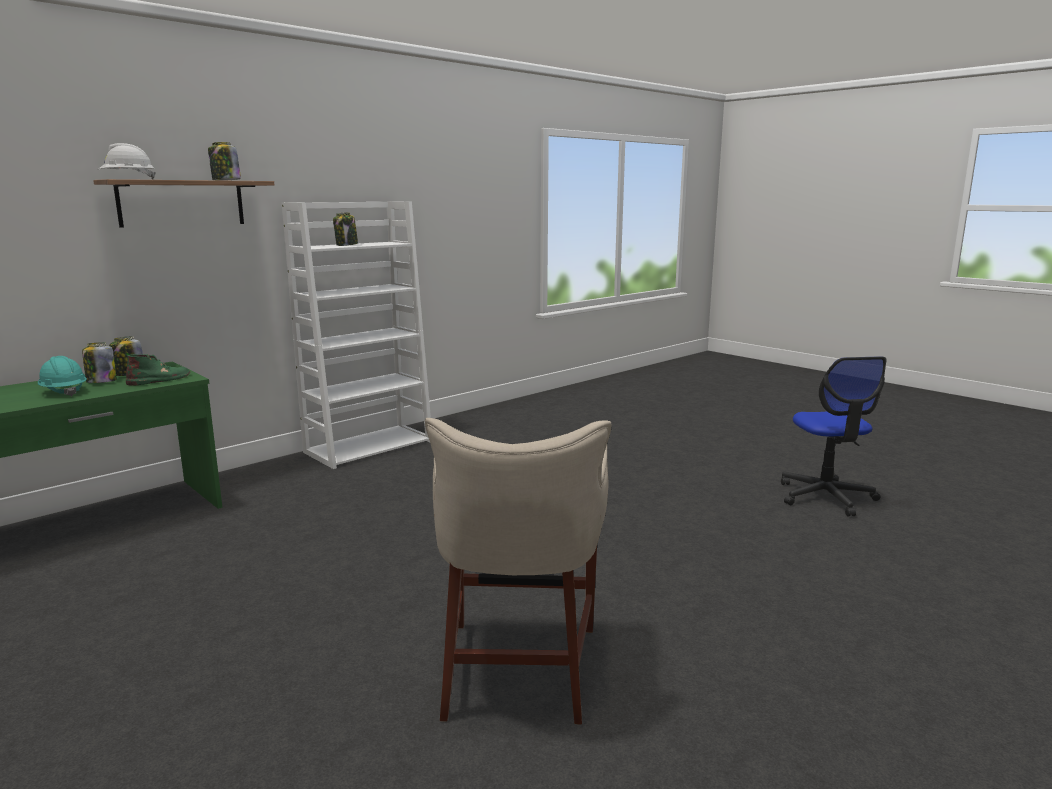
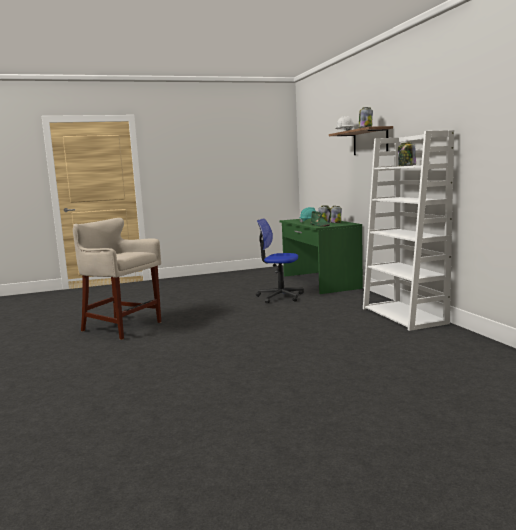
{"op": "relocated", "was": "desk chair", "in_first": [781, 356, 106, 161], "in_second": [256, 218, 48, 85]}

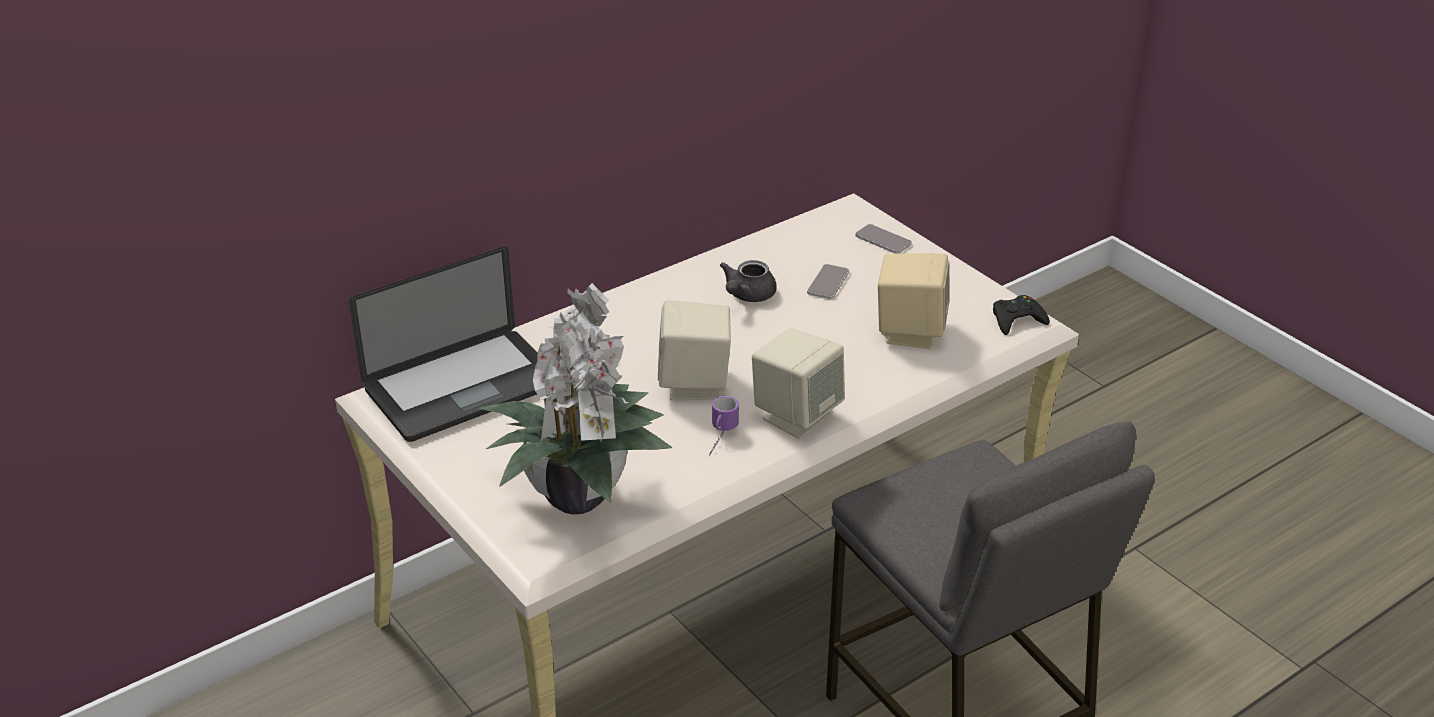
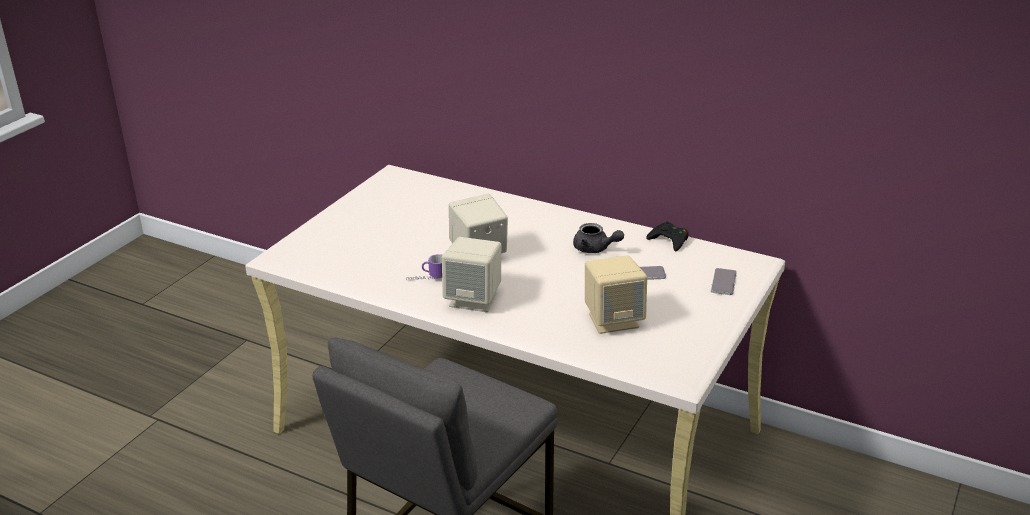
{"op": "spun", "was": "greyish tea pot", "in_first": [720, 260, 57, 42], "in_second": [573, 223, 51, 30], "clockwise": -150}
{"op": "relocated", "was": "blackish joypad", "in_first": [993, 295, 57, 40], "in_second": [646, 221, 43, 30]}
{"op": "missing", "was": "portable computer", "in_first": [349, 246, 189, 196]}
{"op": "missing", "was": "potted plant", "in_first": [479, 283, 193, 232]}

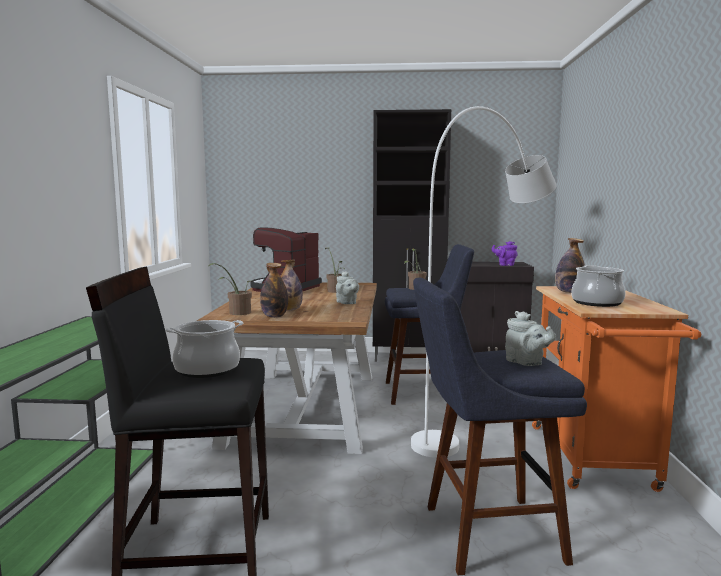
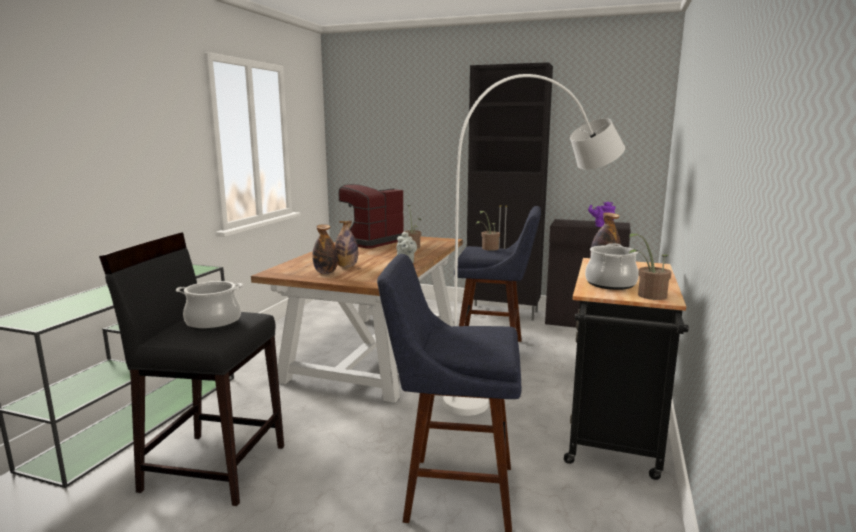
{"op": "colour", "was": "orangey wheeled cart", "now": "blackish wheeled cart", "in_first": [532, 286, 169, 206], "in_second": [564, 258, 125, 222]}
{"op": "relocated", "was": "potted plant", "in_first": [208, 263, 45, 52], "in_second": [628, 233, 44, 67]}
{"op": "missing", "was": "greyish tea pot", "in_first": [505, 311, 51, 55]}

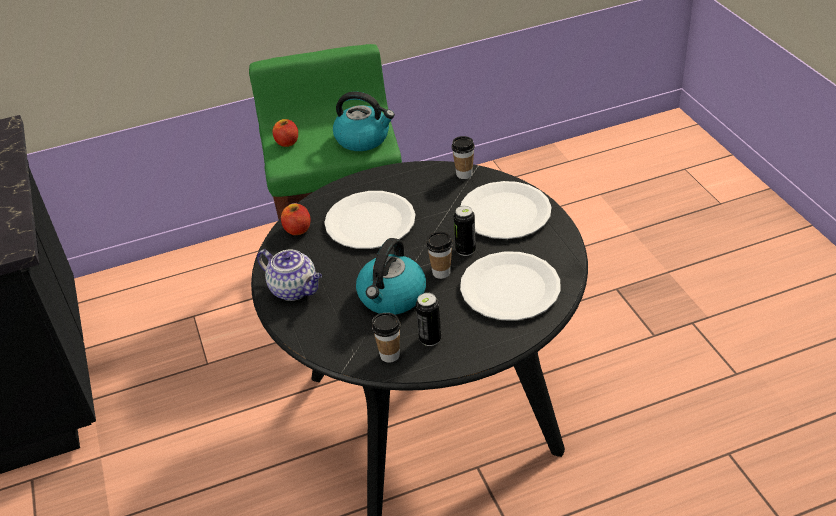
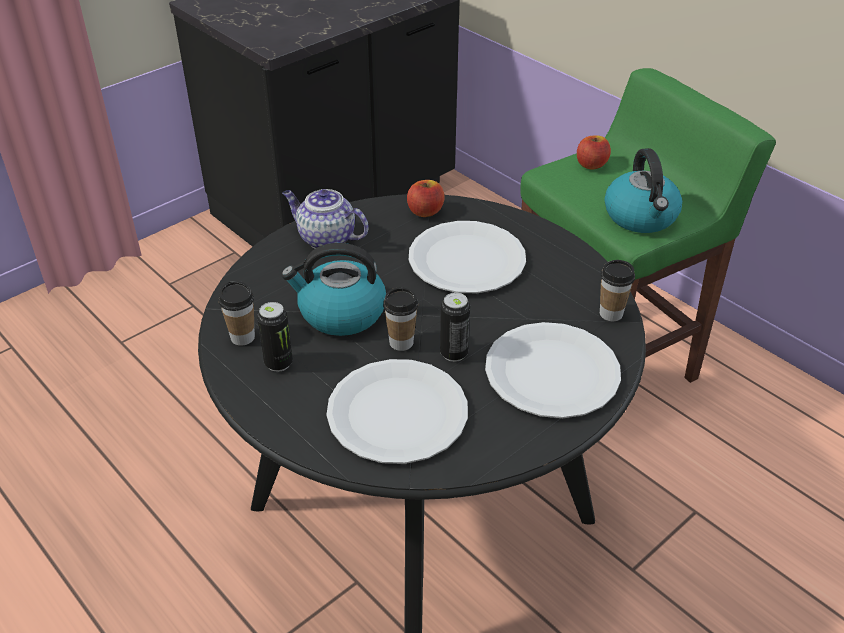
{"op": "spun", "was": "tea pot", "in_first": [257, 249, 65, 52], "in_second": [282, 189, 87, 60], "clockwise": 105}

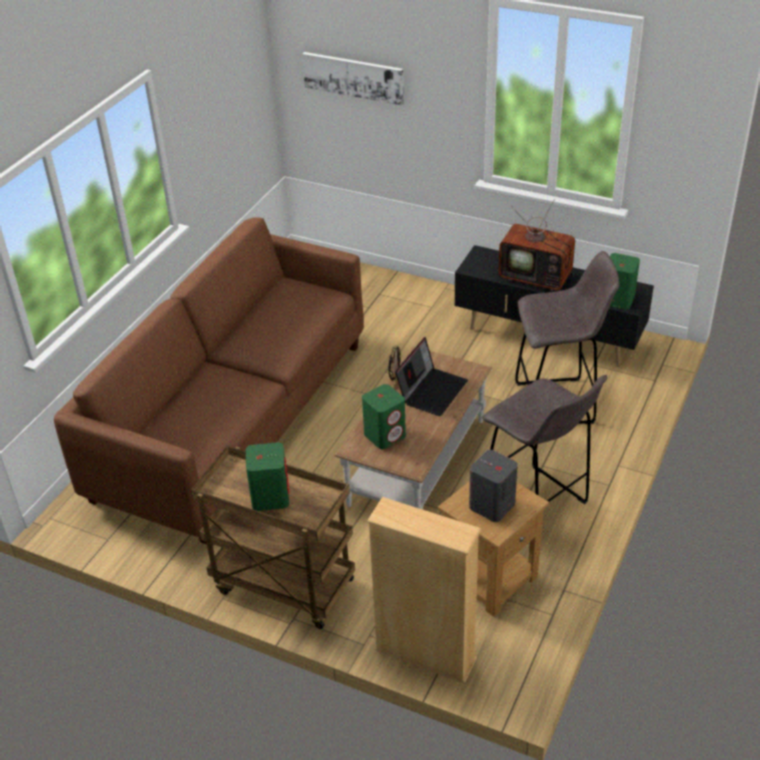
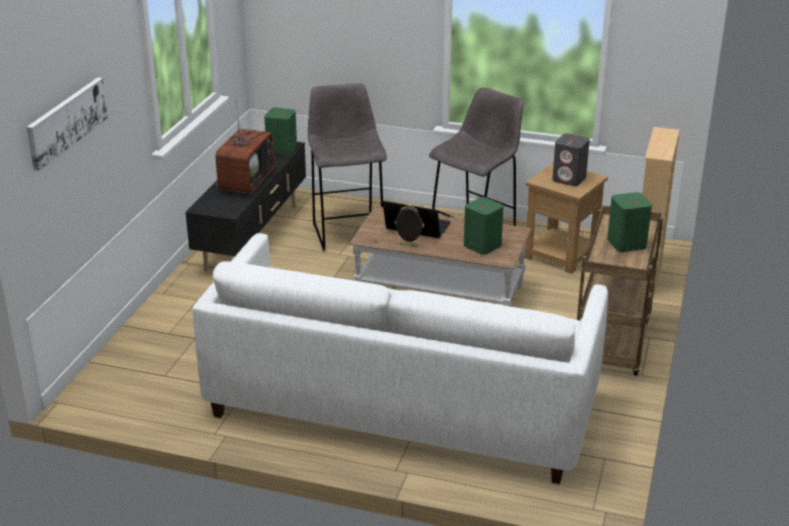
{"op": "colour", "was": "brown settee", "now": "white-coloured settee", "in_first": [54, 217, 310, 327], "in_second": [192, 233, 416, 251]}

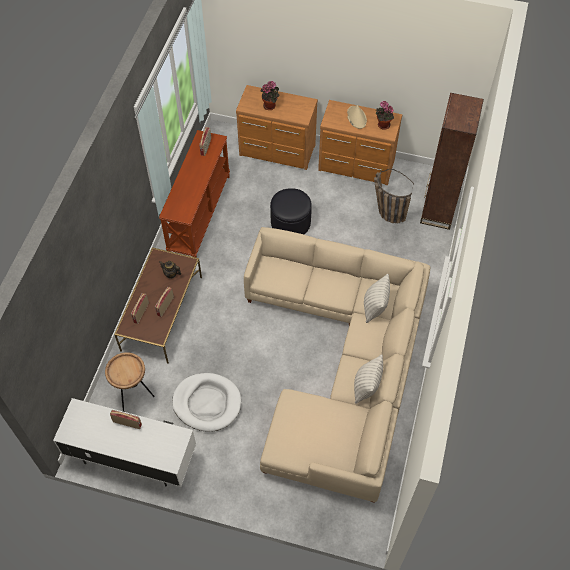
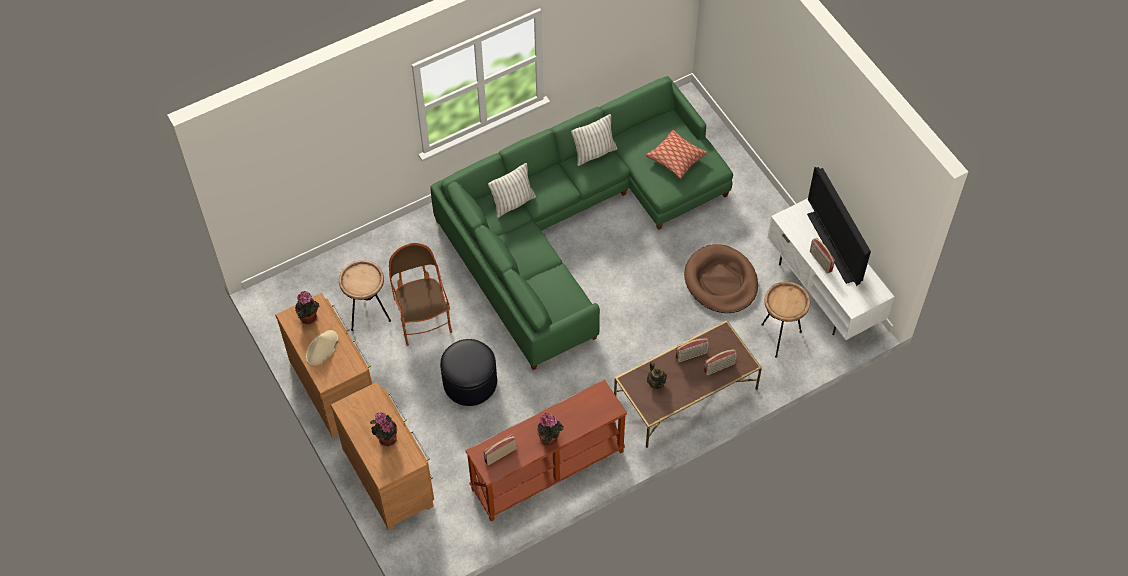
{"op": "exchanged", "was": "household basket", "now": "brown side table", "in_first": [374, 169, 40, 54], "in_second": [339, 260, 52, 71]}
{"op": "appeared", "now": "easy chair", "in_second": [389, 243, 63, 103]}
{"op": "colour", "was": "beige-coloured settee", "now": "green settee", "in_first": [244, 227, 186, 275], "in_second": [431, 76, 302, 294]}
{"op": "appeared", "now": "potted plant", "in_second": [537, 413, 27, 33]}
{"op": "appeared", "now": "throw pillow", "in_second": [646, 130, 62, 49]}
{"op": "colour", "was": "white-coloured pet bed", "now": "brown pet bed", "in_first": [172, 373, 69, 59], "in_second": [684, 244, 74, 69]}
{"op": "appeared", "now": "TV", "in_second": [807, 167, 64, 119]}
{"op": "missing", "was": "brown bookcase", "in_first": [420, 93, 64, 137]}

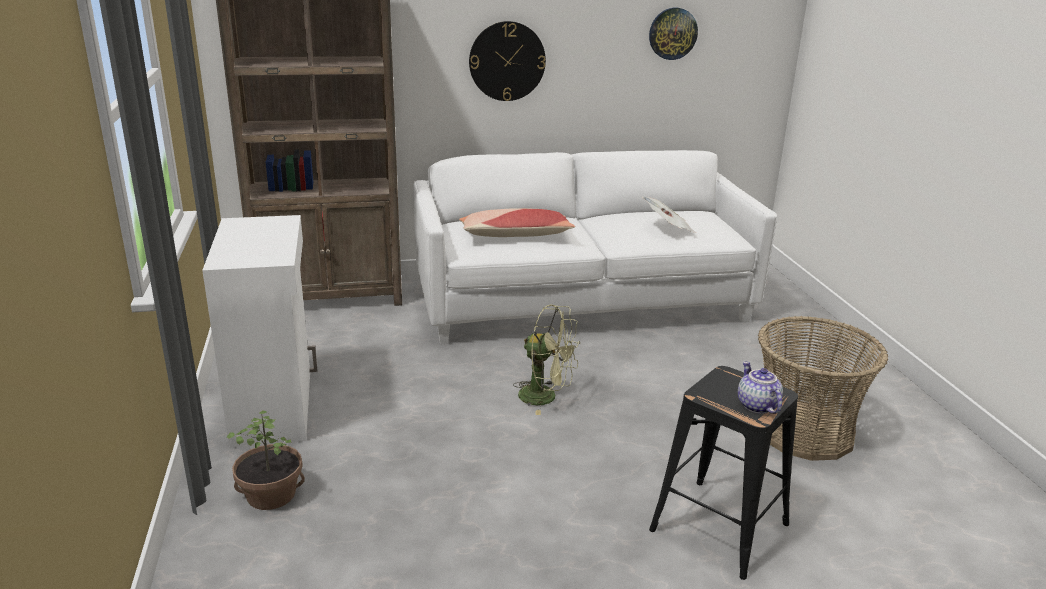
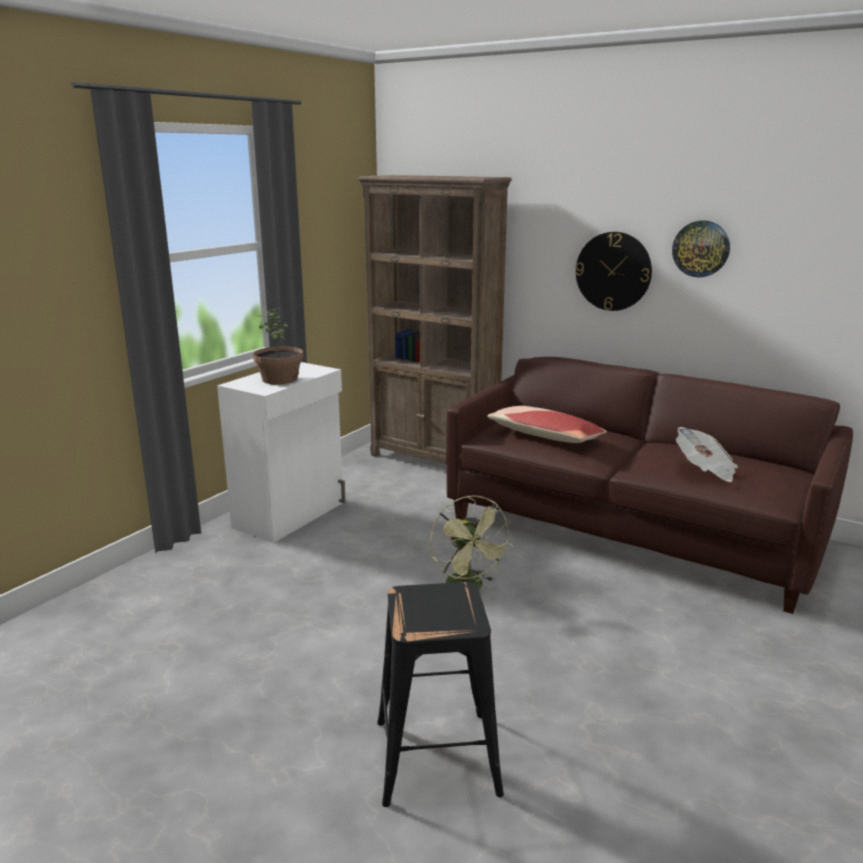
{"op": "relocated", "was": "potted plant", "in_first": [226, 410, 79, 100], "in_second": [253, 309, 50, 76]}
{"op": "colour", "was": "white-coloured settee", "now": "brown settee", "in_first": [413, 150, 364, 194], "in_second": [446, 357, 407, 257]}
{"op": "relocated", "was": "wall clock", "in_first": [649, 8, 49, 52], "in_second": [672, 220, 58, 58]}
{"op": "missing", "was": "tea pot", "in_first": [738, 361, 45, 53]}
{"op": "missing", "was": "household basket", "in_first": [758, 316, 130, 145]}

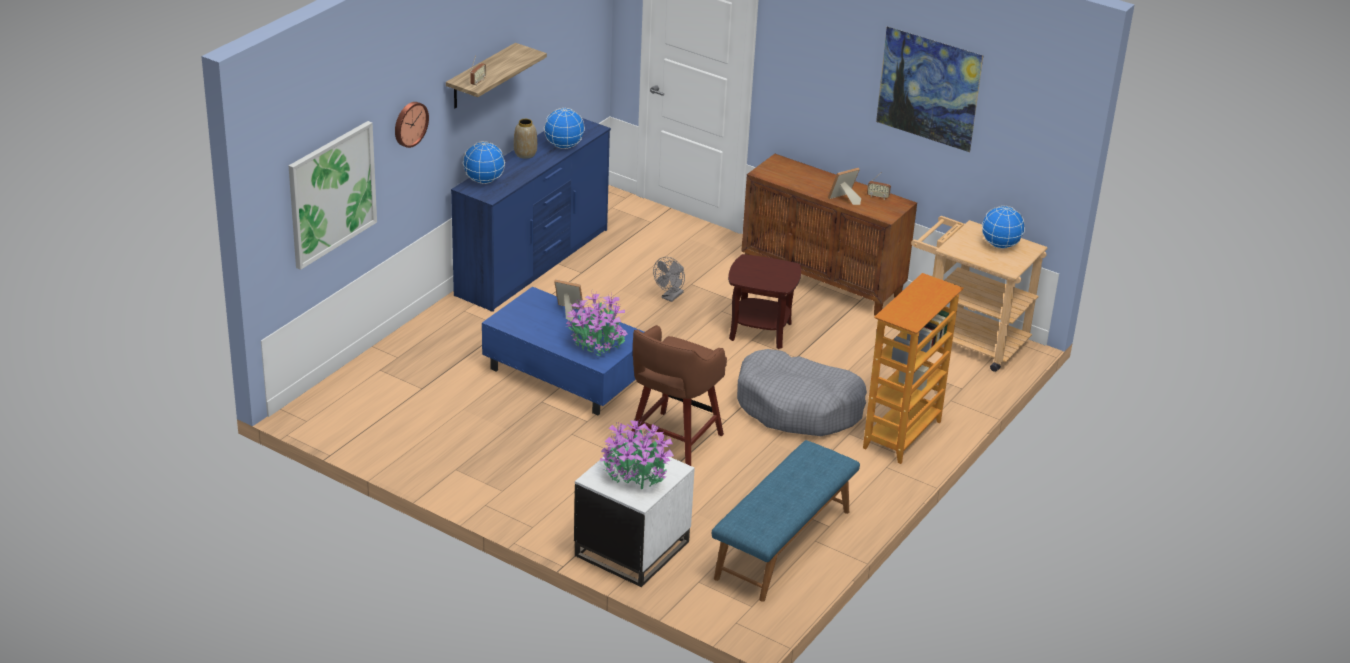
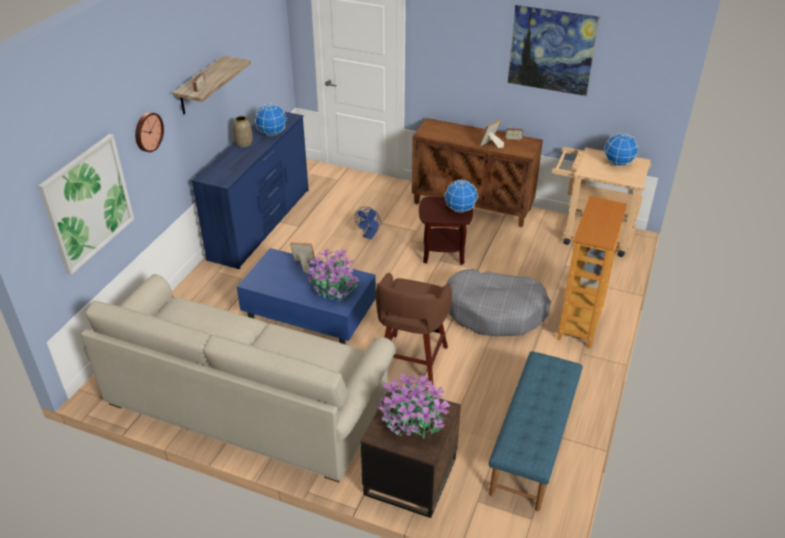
{"op": "appeared", "now": "beige-coloured settee", "in_second": [81, 274, 315, 208]}
{"op": "colour", "was": "greyish fan", "now": "blue-coloured fan", "in_first": [653, 257, 32, 45], "in_second": [355, 207, 26, 32]}
{"op": "colour", "was": "white-coloured side table", "now": "brown side table", "in_first": [574, 446, 121, 141], "in_second": [360, 384, 101, 134]}
{"op": "relocated", "was": "world globe", "in_first": [463, 141, 42, 43], "in_second": [445, 180, 33, 33]}

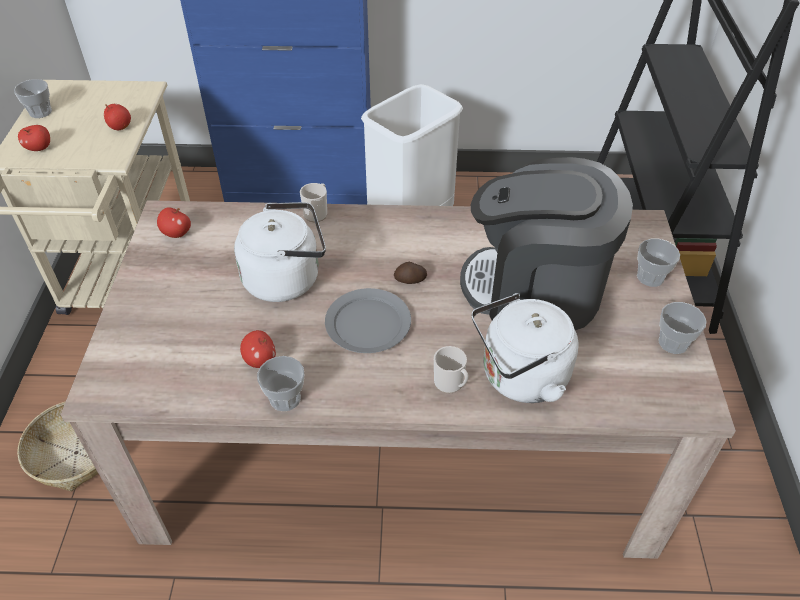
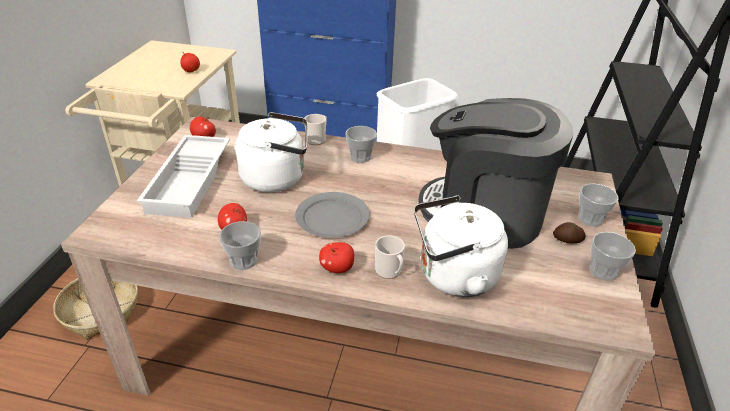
{"op": "appeared", "now": "white-coloured tray", "in_second": [137, 135, 93, 83]}
{"op": "relocated", "was": "apple", "in_first": [18, 125, 32, 26], "in_second": [319, 242, 35, 31]}
{"op": "relocated", "was": "drinking cup", "in_first": [14, 79, 38, 39], "in_second": [345, 126, 32, 37]}
{"op": "relocated", "was": "spud", "in_first": [394, 262, 33, 22], "in_second": [553, 222, 33, 22]}

